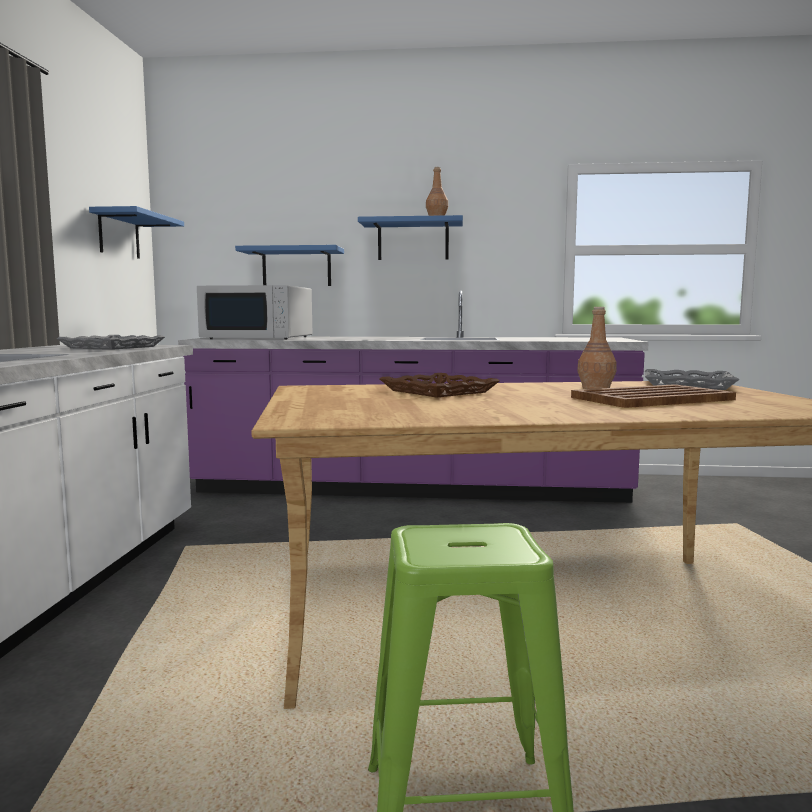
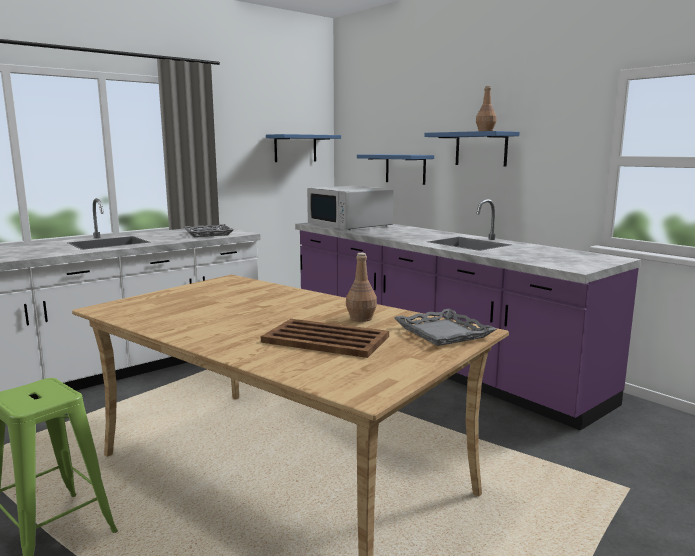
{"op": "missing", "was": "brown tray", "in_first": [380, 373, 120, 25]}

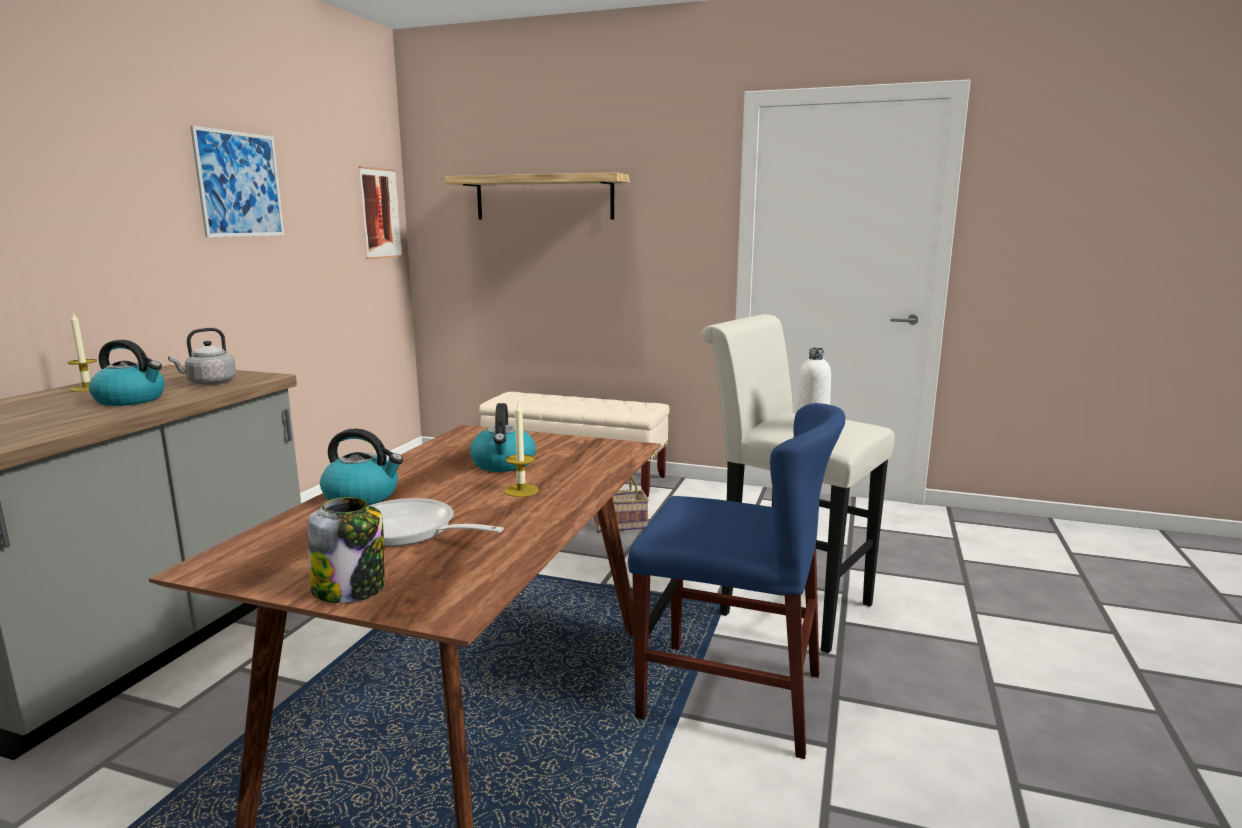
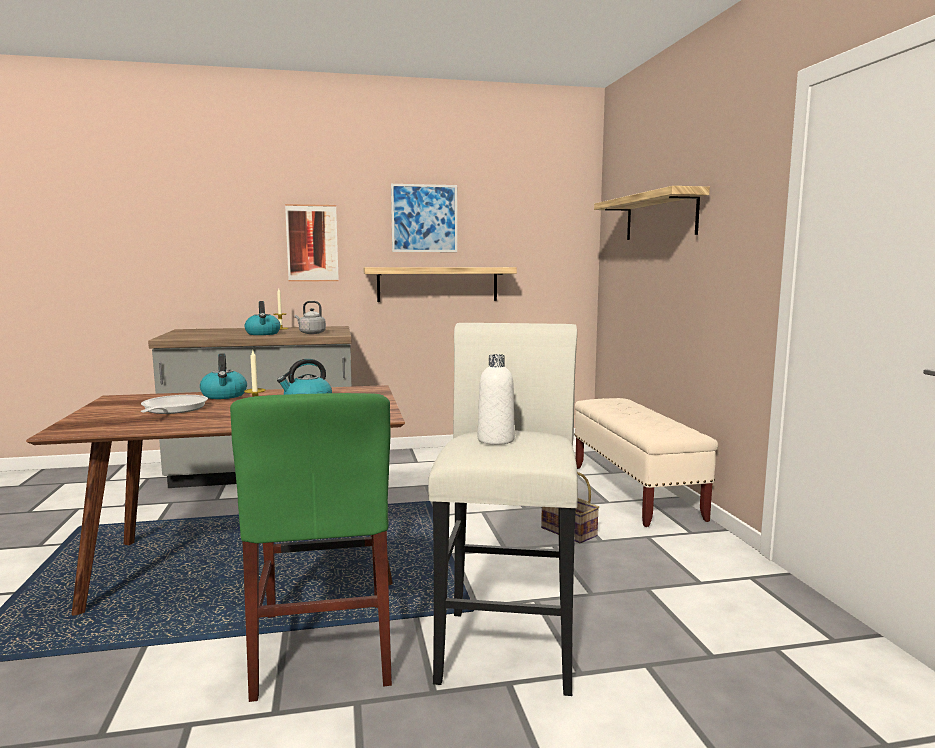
{"op": "colour", "was": "blue-coloured upright chair", "now": "green upright chair", "in_first": [628, 403, 217, 356], "in_second": [230, 393, 162, 309]}
{"op": "relocated", "was": "picture", "in_first": [359, 166, 43, 93], "in_second": [285, 204, 54, 78]}
{"op": "appeared", "now": "shelf", "in_second": [364, 267, 153, 35]}
{"op": "missing", "was": "storage jar", "in_first": [308, 497, 77, 106]}

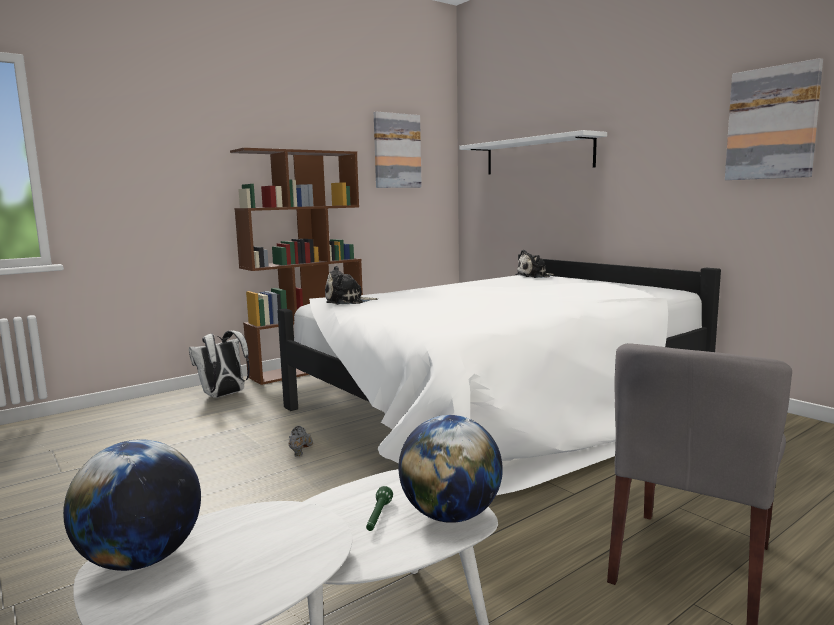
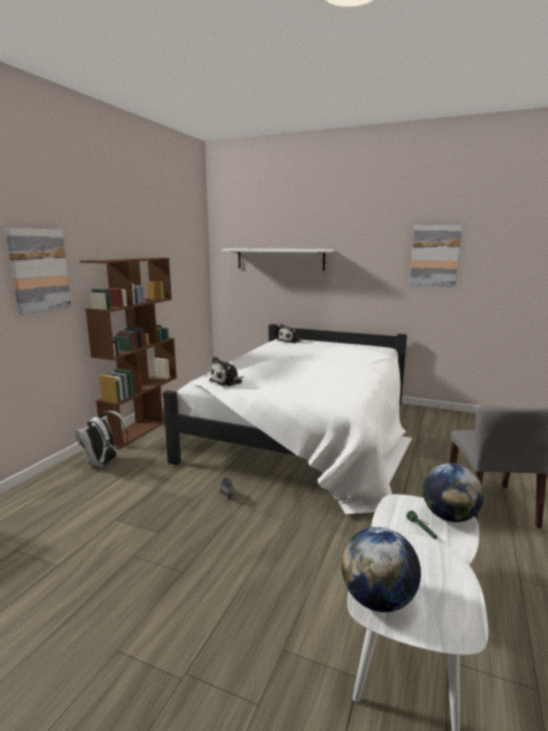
{"op": "relocated", "was": "picture", "in_first": [374, 111, 48, 77], "in_second": [5, 228, 67, 87]}

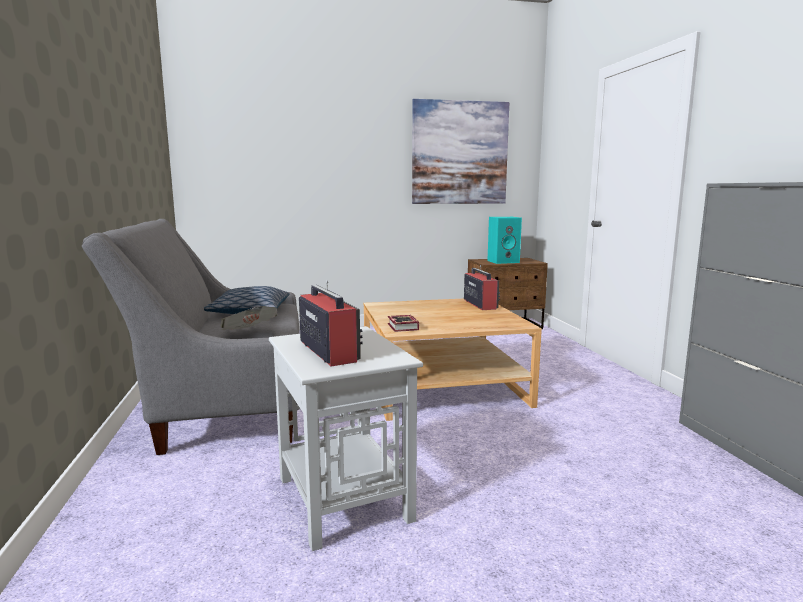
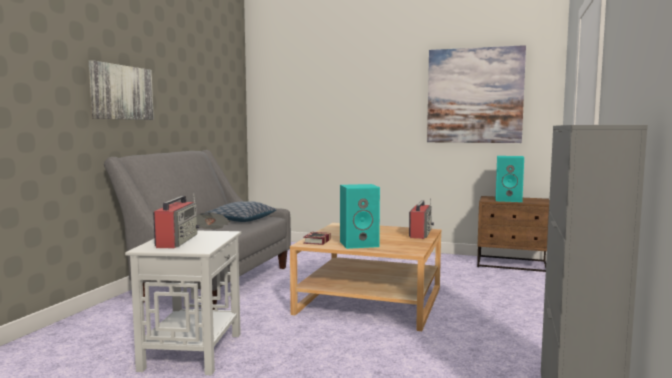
{"op": "appeared", "now": "picture", "in_second": [89, 60, 65, 60]}
{"op": "appeared", "now": "turquoise-coloured speaker", "in_second": [340, 184, 40, 65]}

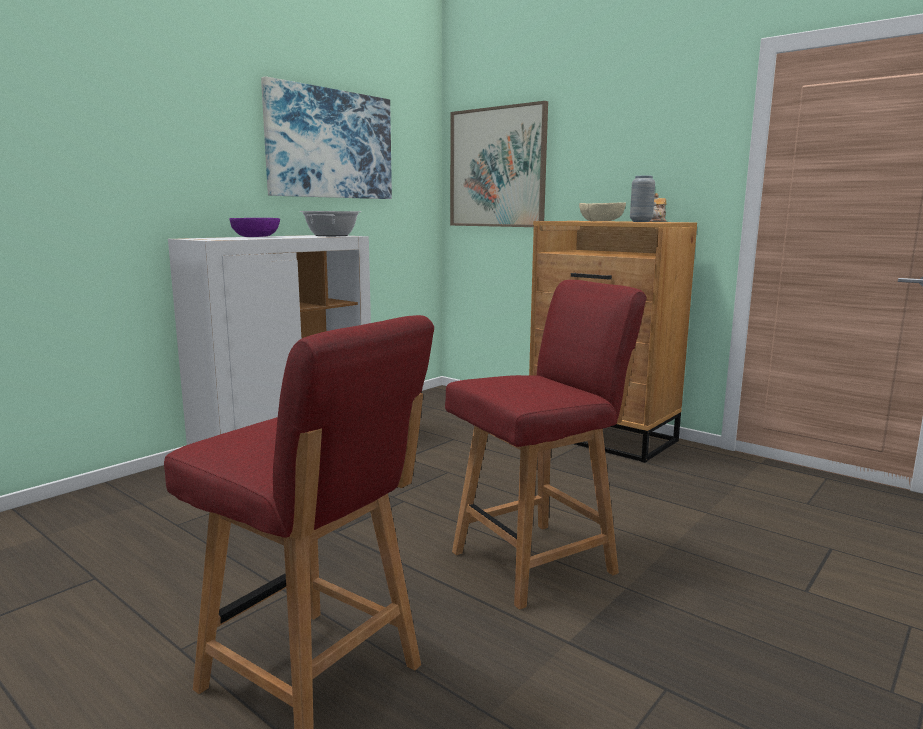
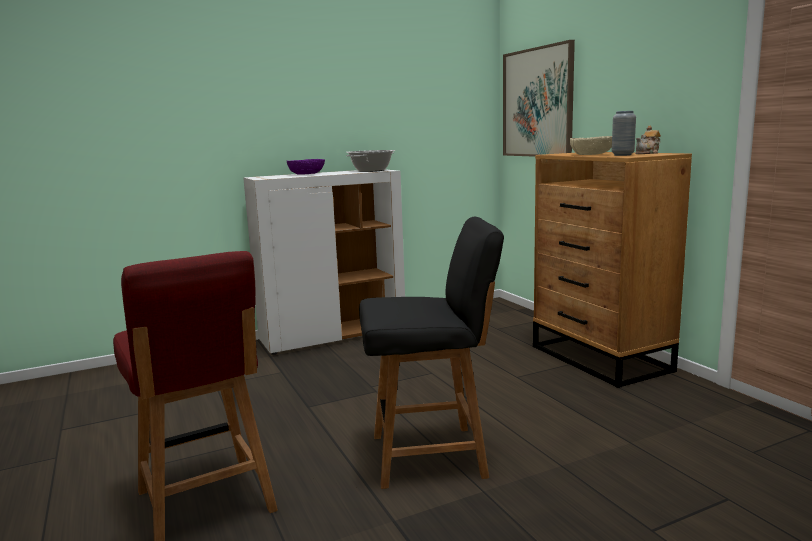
{"op": "colour", "was": "reddish upright chair", "now": "blackish upright chair", "in_first": [445, 280, 202, 330], "in_second": [359, 217, 145, 272]}
{"op": "missing", "was": "picture", "in_first": [261, 76, 131, 123]}

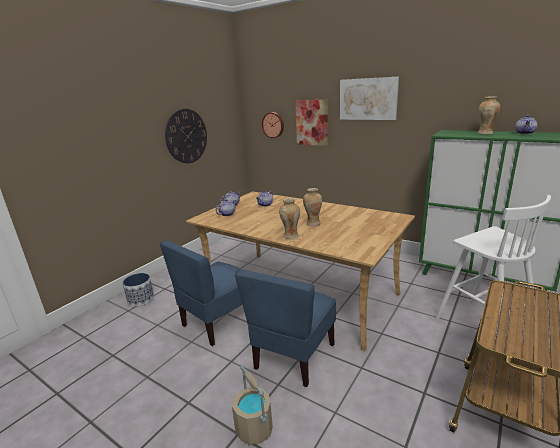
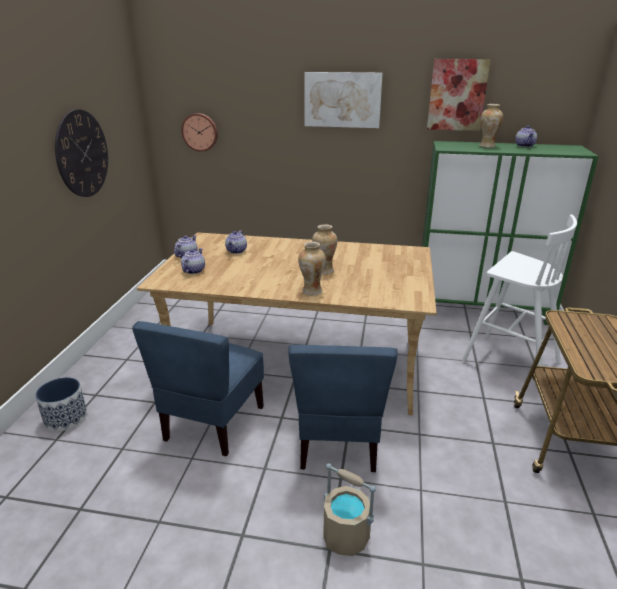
{"op": "relocated", "was": "picture", "in_first": [295, 100, 33, 46], "in_second": [427, 59, 64, 72]}

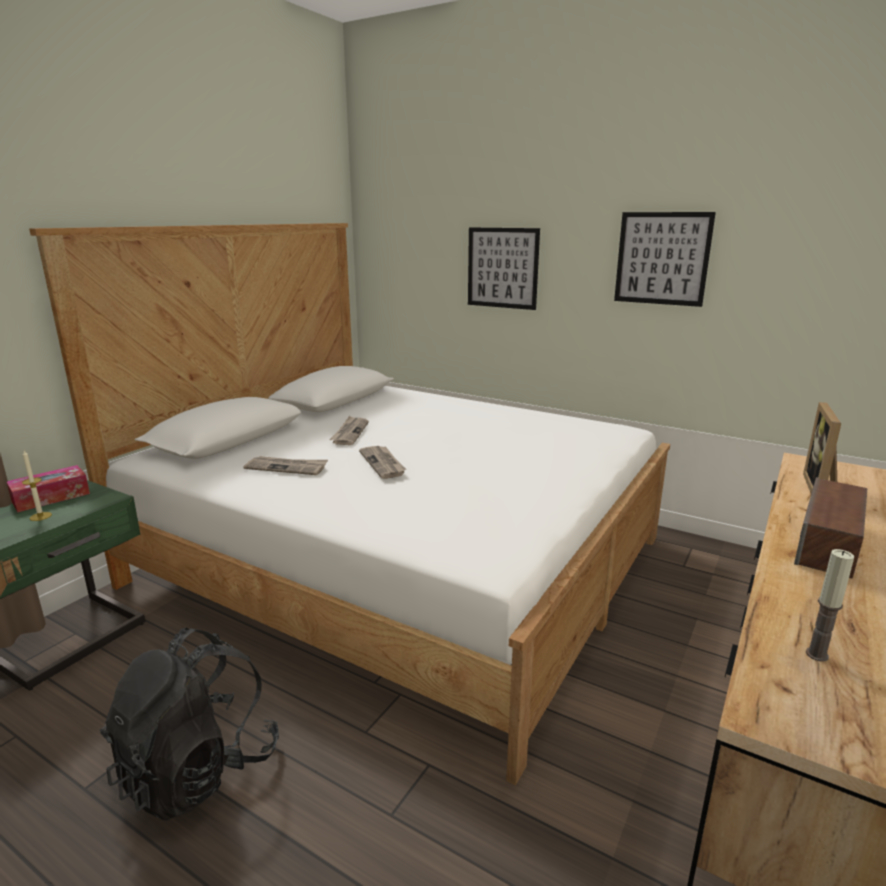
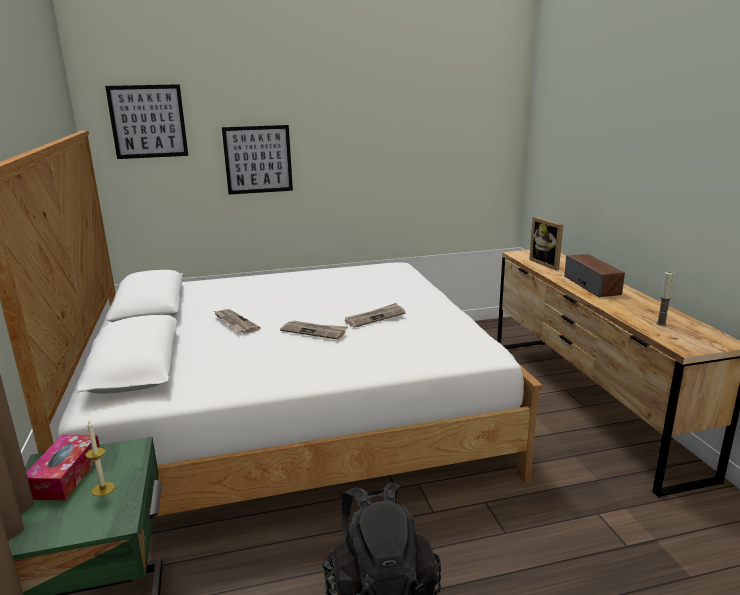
{"op": "relocated", "was": "picture", "in_first": [614, 212, 102, 95], "in_second": [105, 84, 83, 75]}
{"op": "relocated", "was": "daily paper", "in_first": [243, 456, 85, 19], "in_second": [345, 303, 61, 25]}

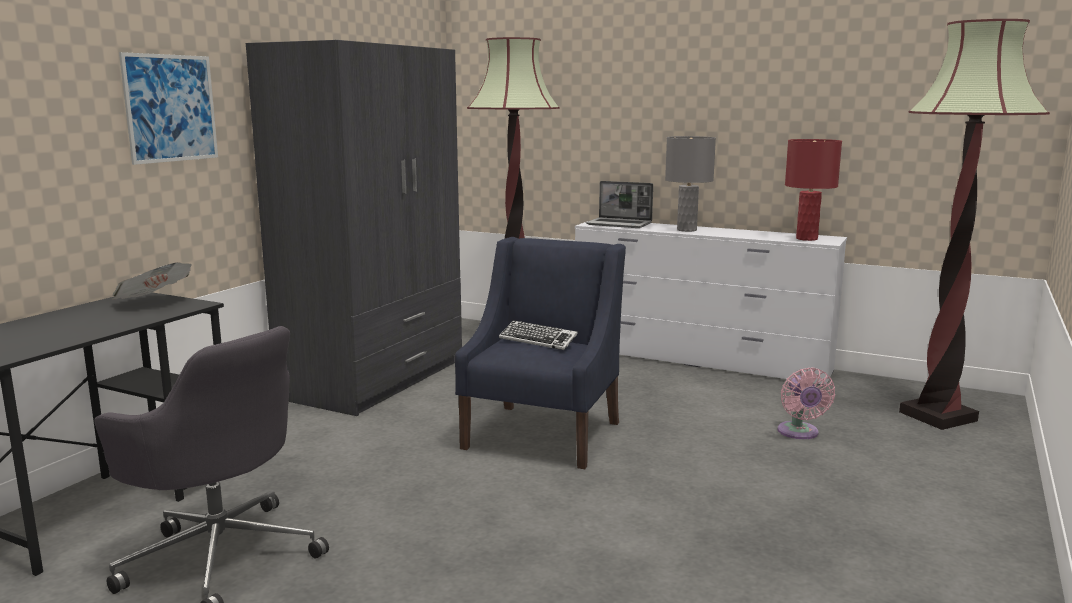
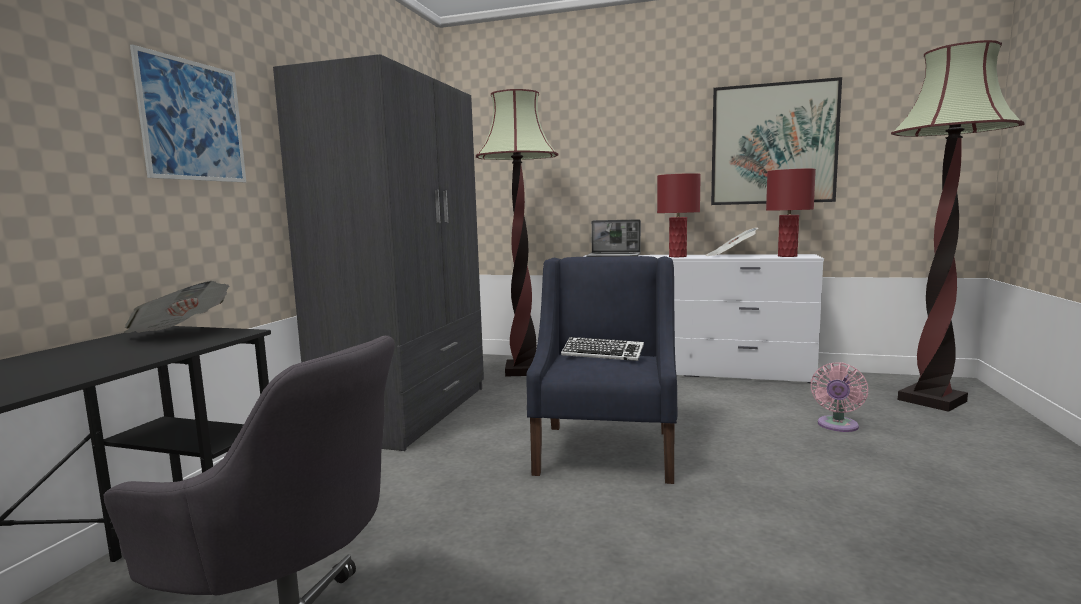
{"op": "colour", "was": "greyish table lamp", "now": "reddish table lamp", "in_first": [665, 136, 51, 96], "in_second": [657, 173, 44, 84]}
{"op": "appeared", "now": "daily paper", "in_second": [705, 227, 54, 29]}
{"op": "appeared", "now": "picture", "in_second": [711, 77, 131, 128]}
{"op": "spun", "was": "pink fan", "in_first": [778, 368, 57, 71], "in_second": [810, 362, 58, 70], "clockwise": 45}

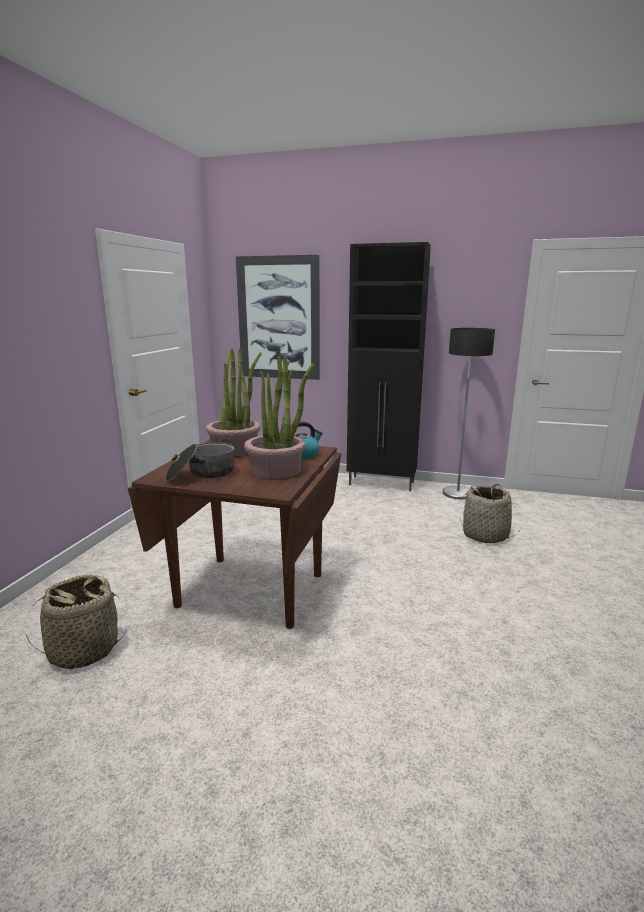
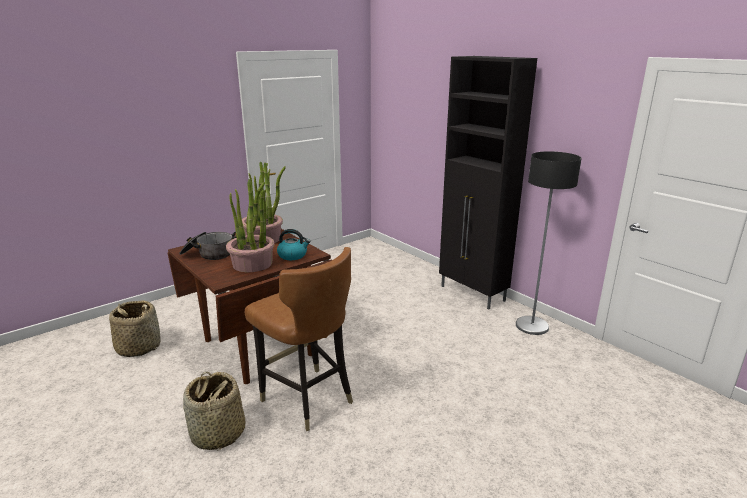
{"op": "relocated", "was": "household basket", "in_first": [460, 484, 61, 59], "in_second": [183, 372, 63, 78]}
{"op": "appeared", "now": "brown upright chair", "in_second": [245, 247, 108, 184]}
{"op": "missing", "was": "picture", "in_first": [236, 255, 84, 125]}

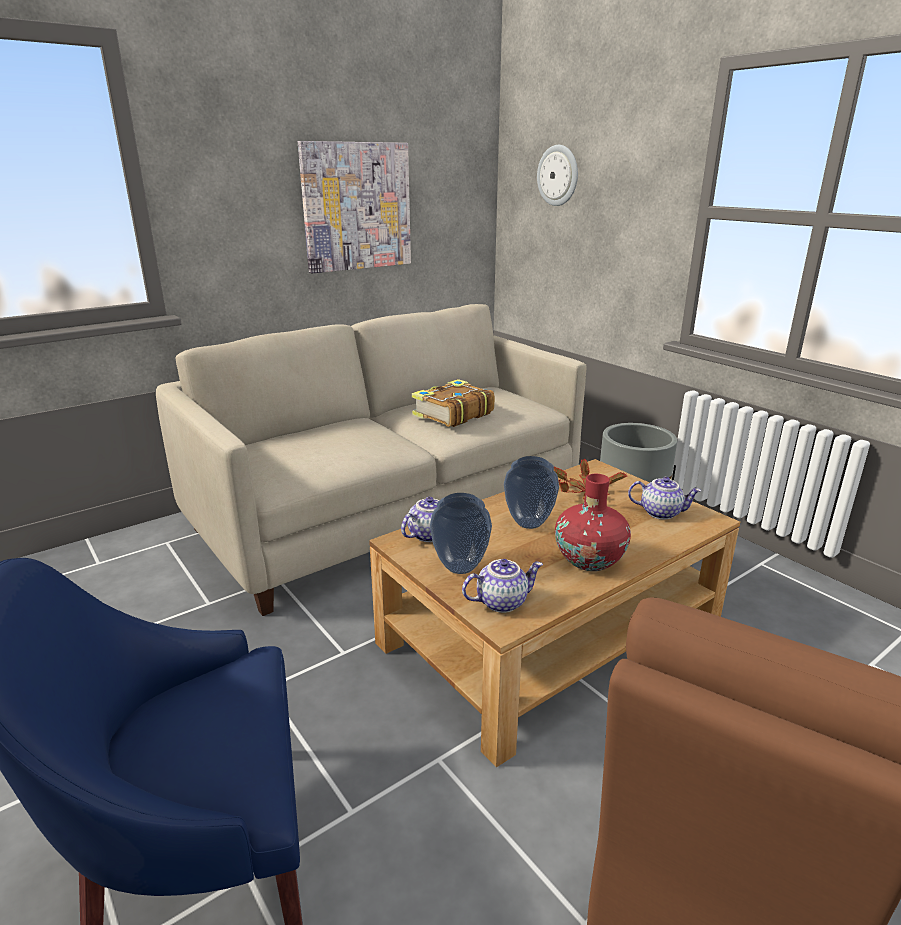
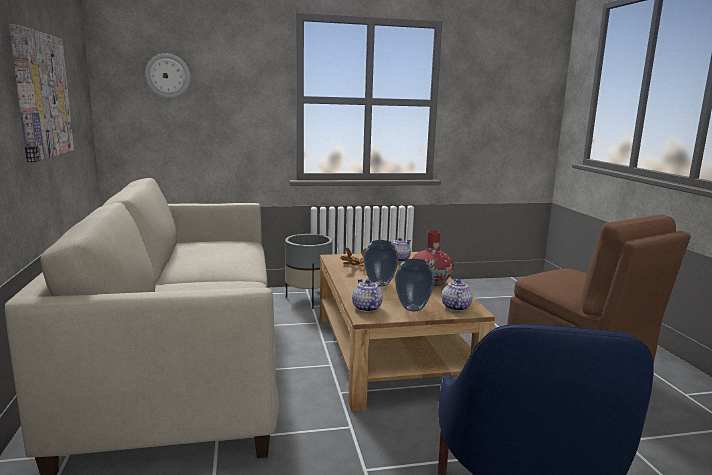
{"op": "missing", "was": "book", "in_first": [412, 379, 83, 48]}

